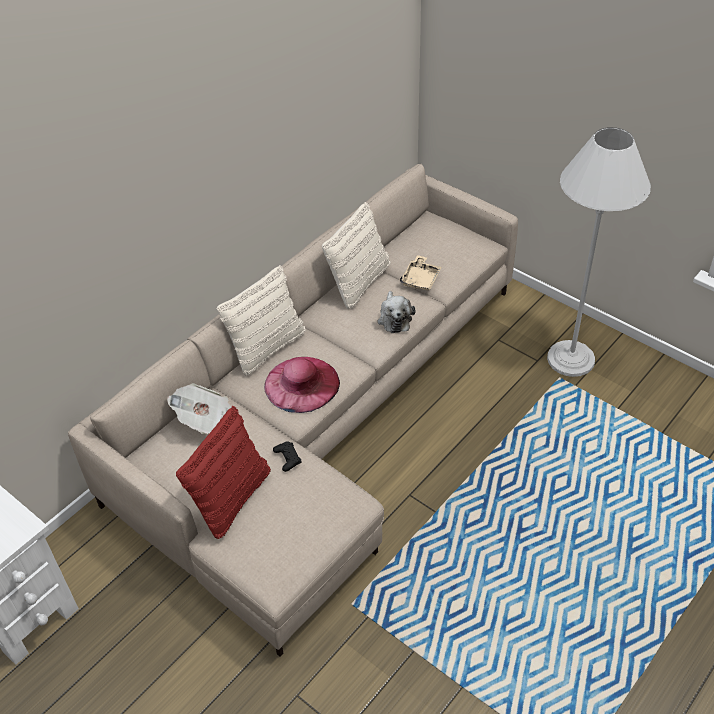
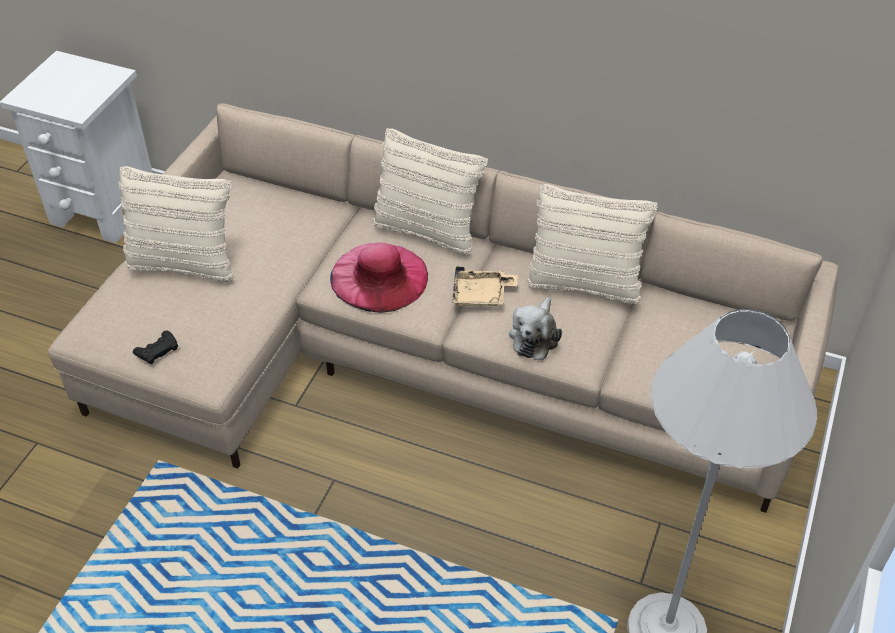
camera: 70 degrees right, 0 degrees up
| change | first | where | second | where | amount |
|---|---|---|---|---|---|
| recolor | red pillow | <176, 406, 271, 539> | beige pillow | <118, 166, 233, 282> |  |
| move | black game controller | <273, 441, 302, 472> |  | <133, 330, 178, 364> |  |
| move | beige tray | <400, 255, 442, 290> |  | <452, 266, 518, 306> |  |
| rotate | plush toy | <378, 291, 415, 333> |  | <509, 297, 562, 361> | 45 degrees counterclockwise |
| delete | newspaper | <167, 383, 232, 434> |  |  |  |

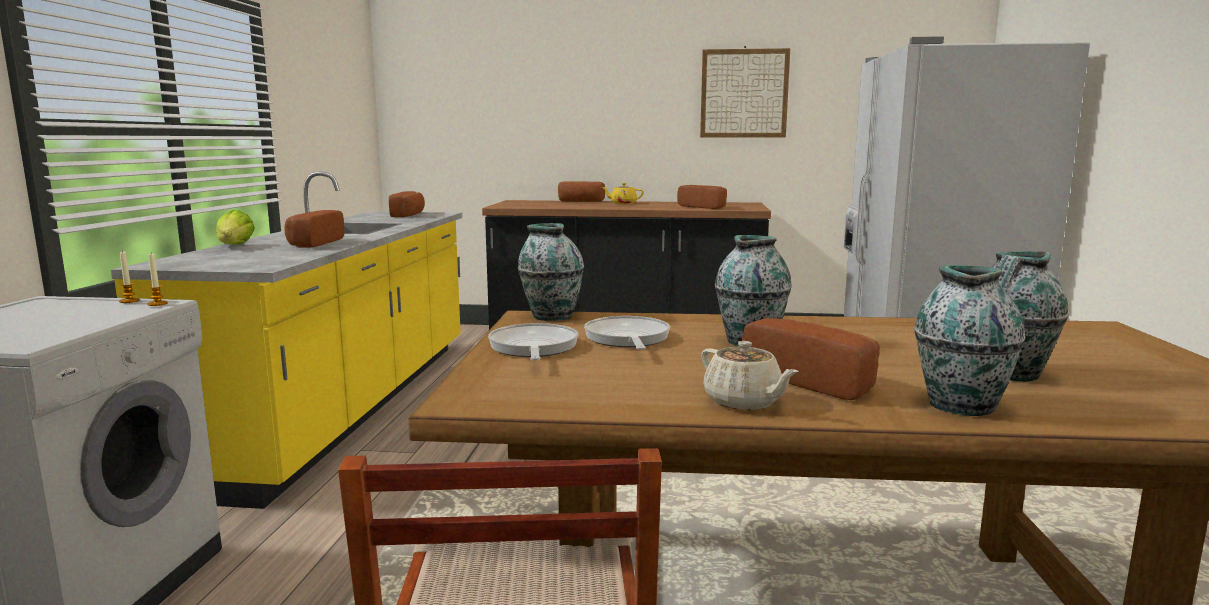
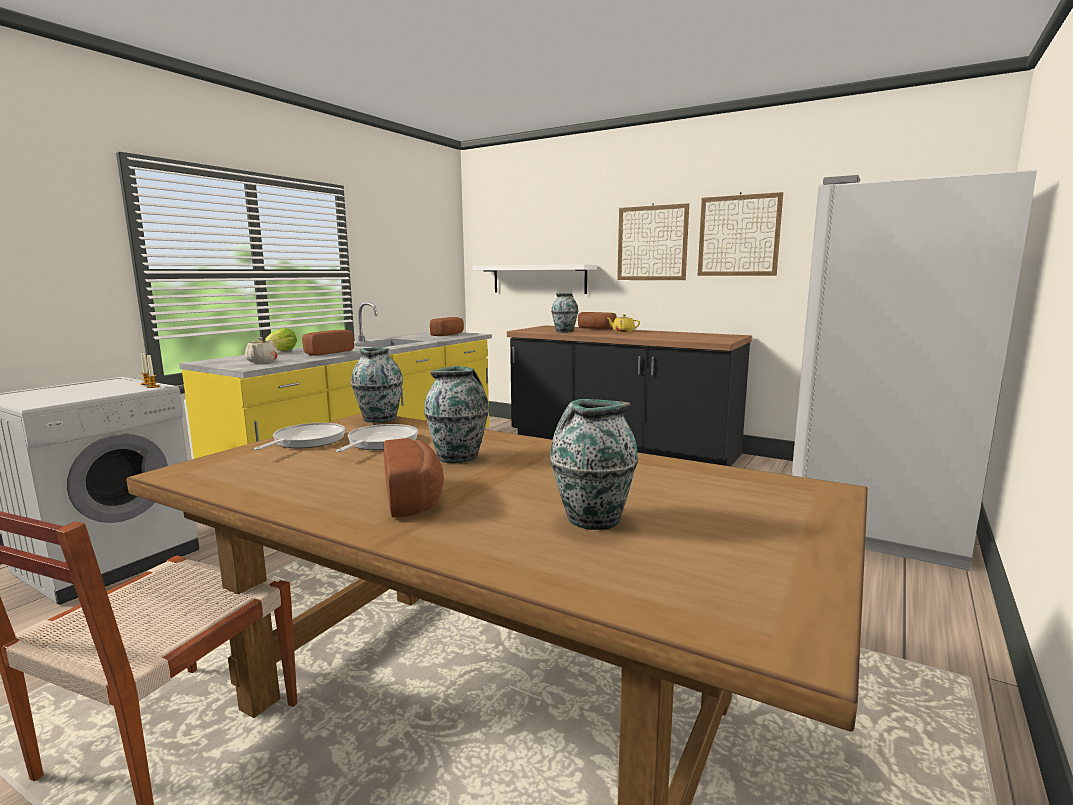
camera: 25 degrees right, 0 degrees up
| change | first | where | second | where | amount |
|---|---|---|---|---|---|
| move | beige teapot | <701, 341, 798, 410> |  | <245, 337, 278, 363> |  |
| insert |  |  | white shelf | <472, 264, 597, 294> |  |
| move | vase | <914, 265, 1025, 416> |  | <551, 293, 578, 333> |  |
| insert |  |  | picture | <617, 203, 689, 280> |  |
| delete | bread | <677, 185, 727, 209> |  |  |  |

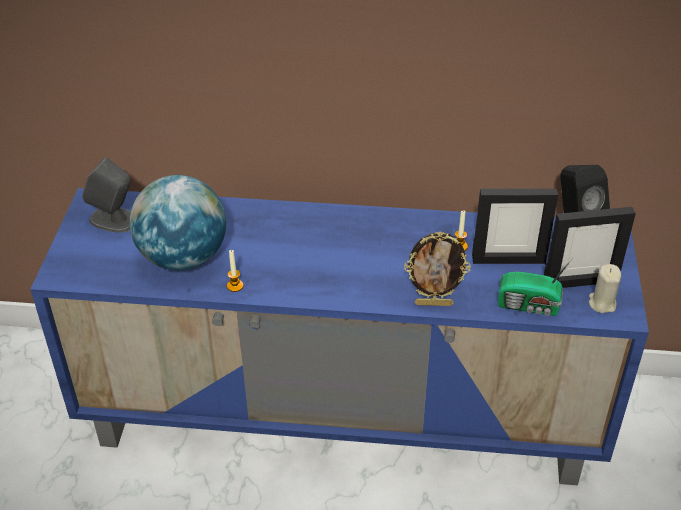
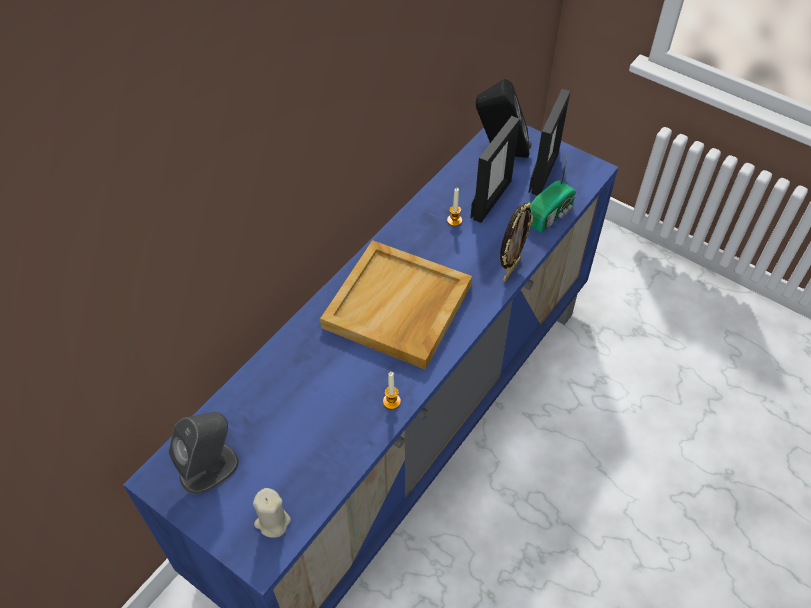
camera: 60 degrees left, 10 degrees up
| change | first | where | second | where | amount |
|---|---|---|---|---|---|
| move | beige candle | <589, 264, 622, 313> |  | <253, 488, 291, 538> |  |
| insert |  |  | beige tray | <320, 240, 472, 369> |  |
| delete | globe | <129, 175, 226, 271> |  |  |  |

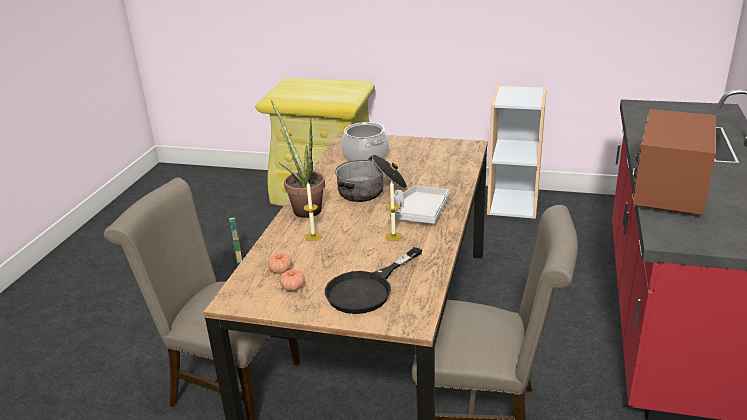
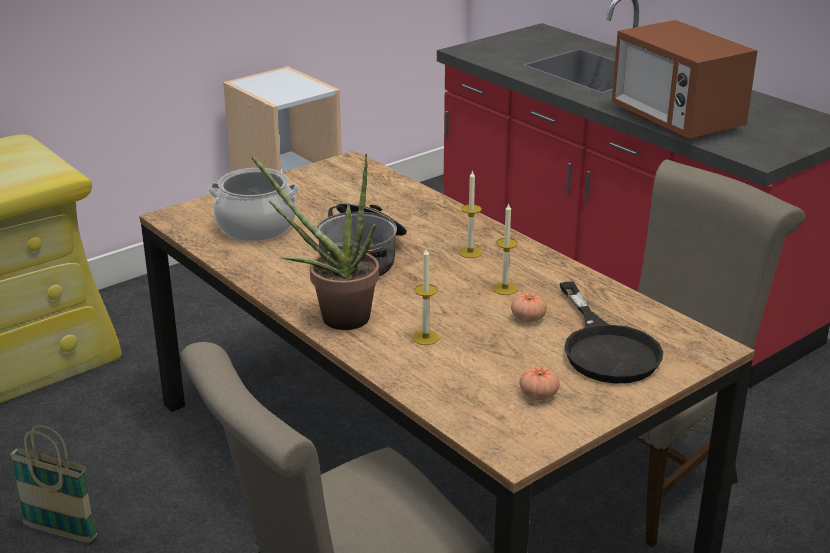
camera: 55 degrees left, 0 degrees up
| change | first | where | second | where | amount |
|---|---|---|---|---|---|
| replace | grey tray | <390, 186, 450, 224> | candle | <459, 170, 482, 258> |  |
| move | tomato | <268, 253, 292, 274> |  | <511, 293, 547, 322> |  |

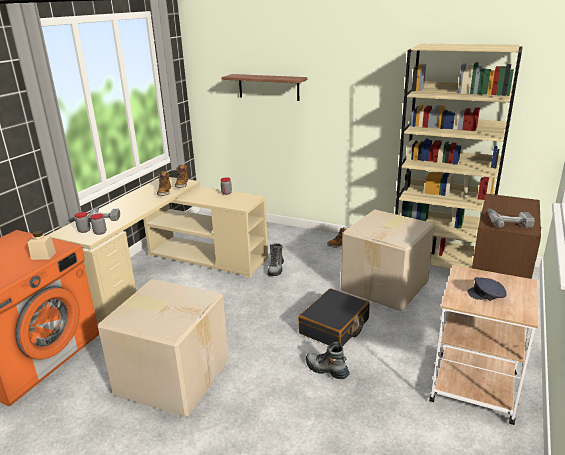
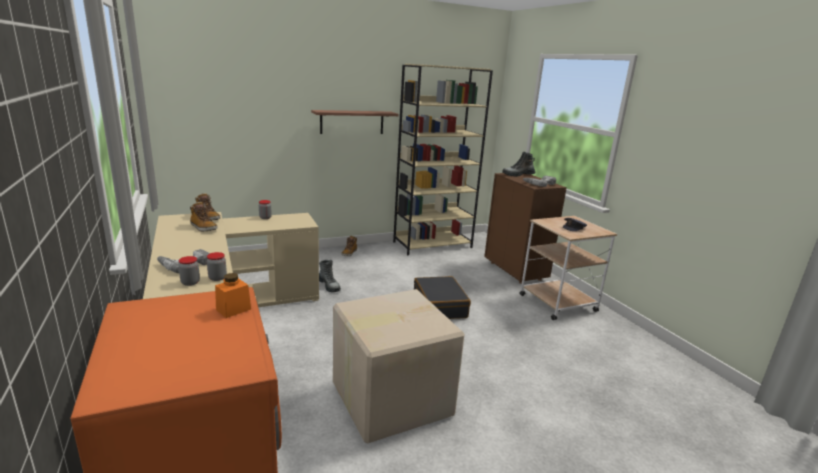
camera: 50 degrees left, 5 degrees down
| change | first | where | second | where | amount |
|---|---|---|---|---|---|
| recolor | beige jar | <28, 231, 56, 260> | orange jar | <215, 273, 251, 318> |  |
| move | shelf | <221, 74, 307, 101> |  | <311, 110, 399, 134> |  |
| move | boot | <306, 342, 350, 379> |  | <502, 151, 536, 177> |  |
| delete | cardboard box | <341, 209, 435, 311> |  |  |  |

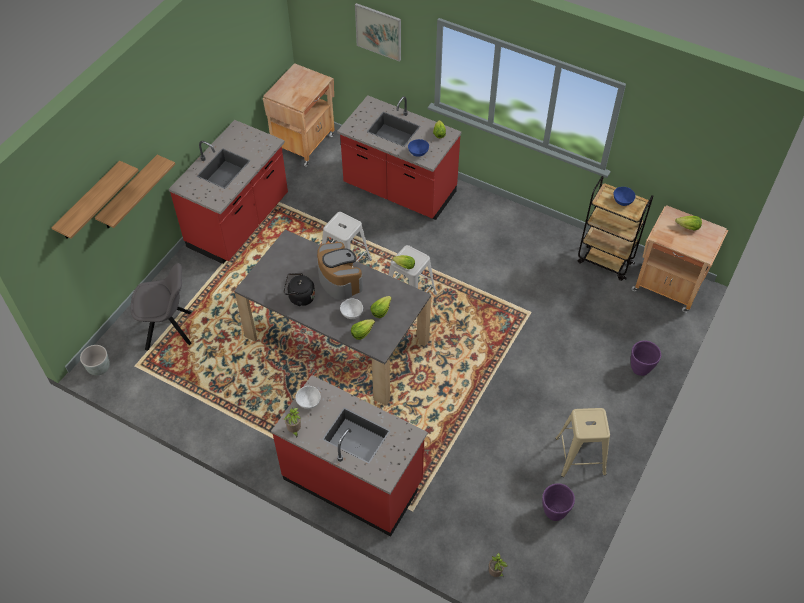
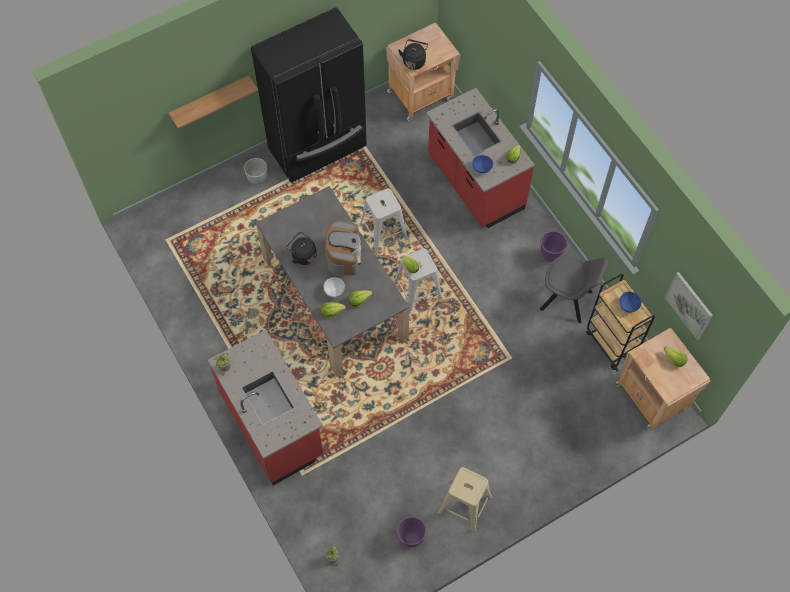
camera: 30 degrees right, 10 degrees up
| change | first | where | second | where | amount |
|---|---|---|---|---|---|
| move | grey planter | <80, 345, 110, 376> |  | <244, 158, 267, 185> |  |
| replace | red counter | <169, 120, 288, 264> | black fridge | <251, 7, 367, 182> |  |
| insert |  |  | black kettle | <398, 39, 428, 70> |  |
| move | grey chair | <131, 263, 192, 351> |  | <540, 255, 608, 323> |  |
| move | purple planter | <631, 340, 661, 376> |  | <541, 231, 567, 262> |  |
| move | picture | <355, 3, 401, 62> |  | <665, 272, 713, 340> |  |
| delete | shelf | <51, 161, 139, 239> |  |  |  |
| delete | white bowl | <295, 386, 321, 409> |  |  |  |

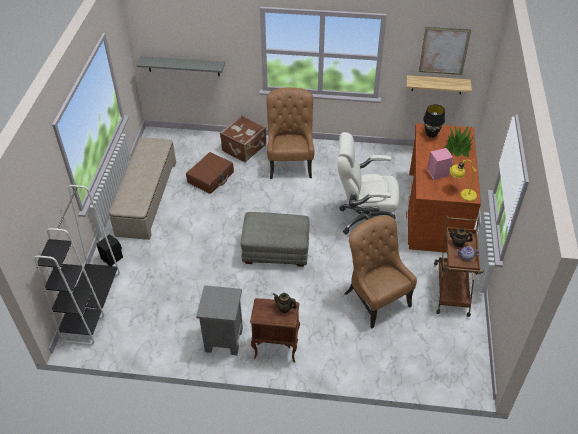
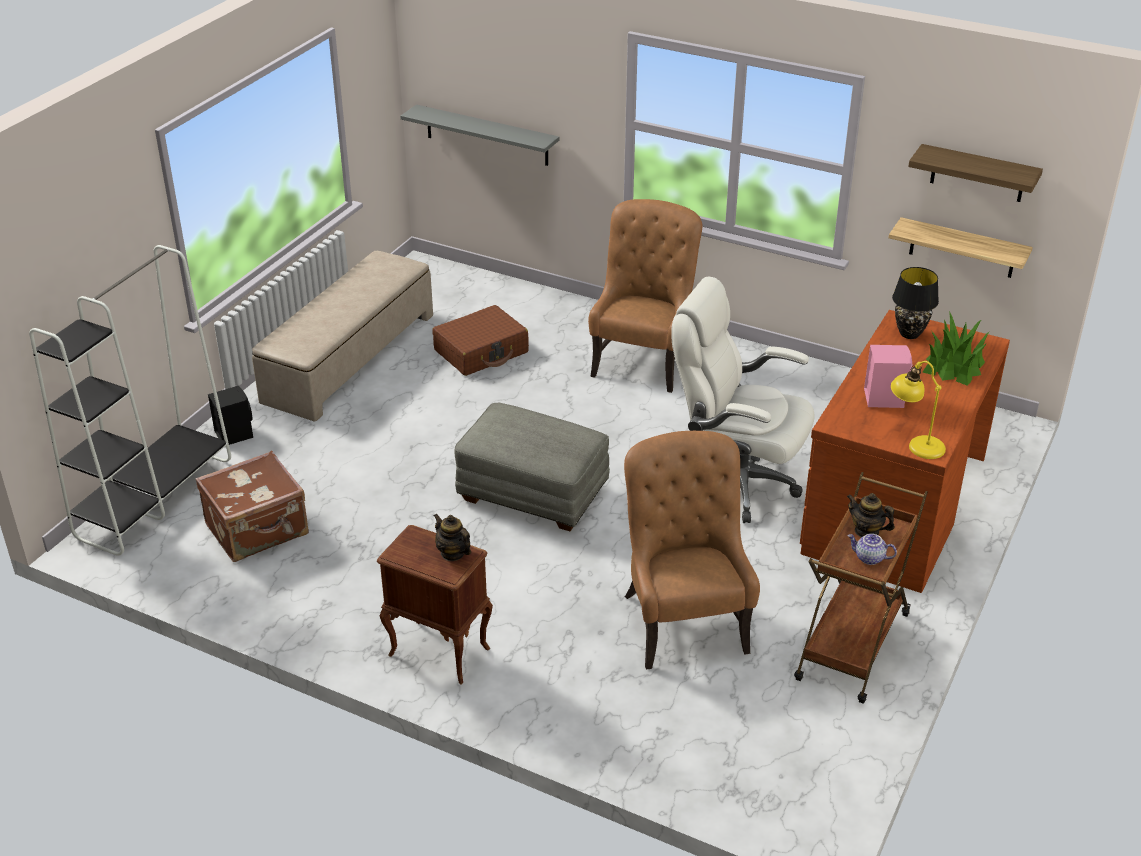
camera: 20 degrees right, 10 degrees down
| change | first | where | second | where | amount |
|---|---|---|---|---|---|
| move | brown suitcase | <220, 115, 267, 162> |  | <195, 451, 309, 562> |  |
| replace | picture | <419, 27, 471, 75> | shelf | <908, 144, 1043, 202> |  |
| delete | grey nightstand | <196, 285, 243, 355> |  |  |  |

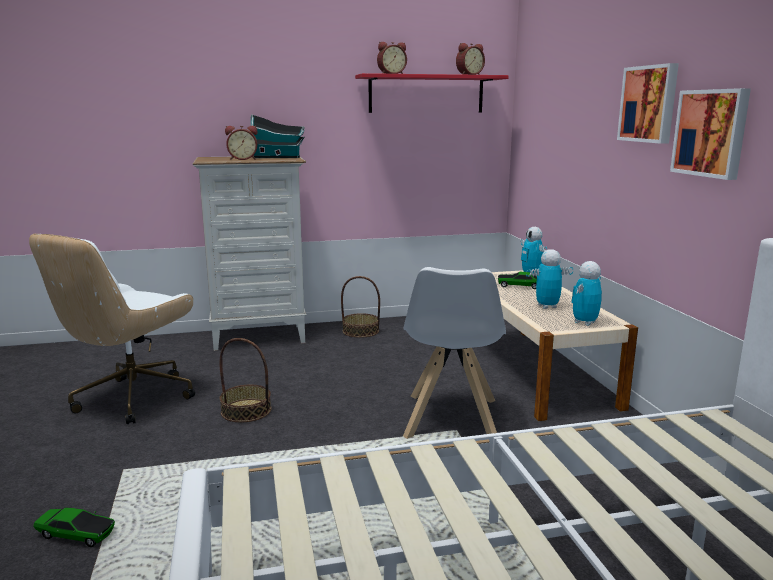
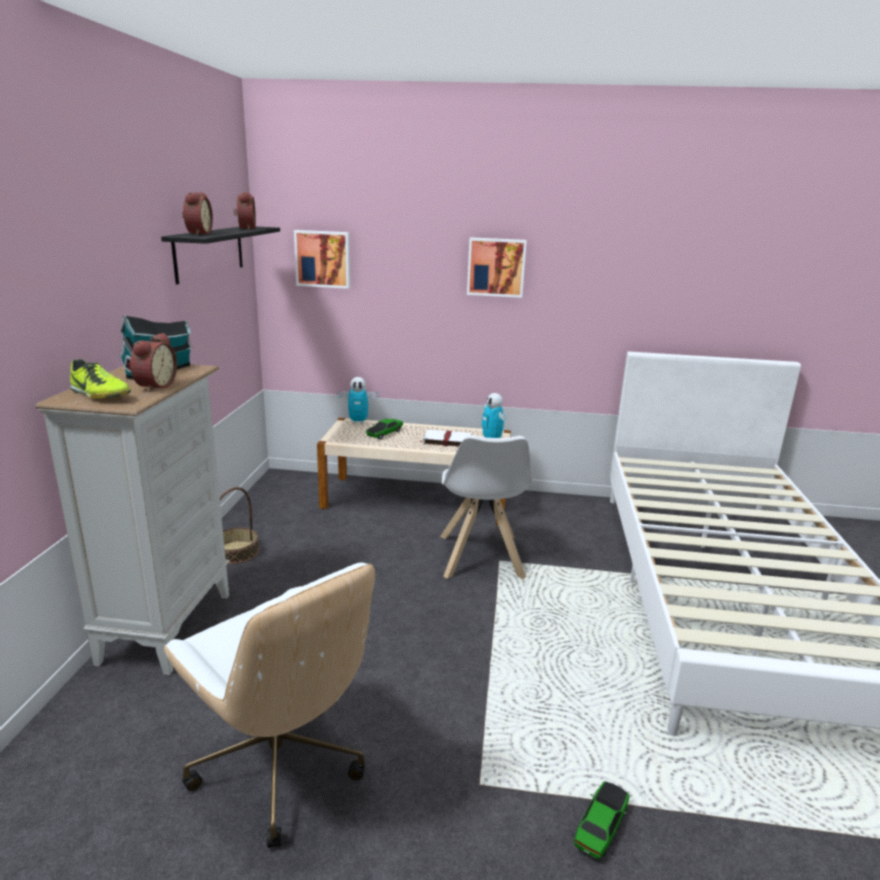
camera: 70 degrees left, 5 degrees up
| change | first | where | second | where | amount |
|---|---|---|---|---|---|
| insert |  |  | shoe | <70, 359, 131, 399> |  |
| recolor | red shelf | <355, 73, 509, 113> | black shelf | <161, 227, 280, 284> |  |
| move | picture | <670, 88, 751, 180> |  | <294, 230, 350, 289> |  |
| replace | toy robot | <526, 249, 573, 309> | white book | <420, 430, 472, 446> |  |
| rotate | chair | <403, 267, 506, 439> |  | <440, 435, 532, 579> | 60 degrees clockwise |
| delete | basket | <220, 338, 271, 422> |  |  |  |

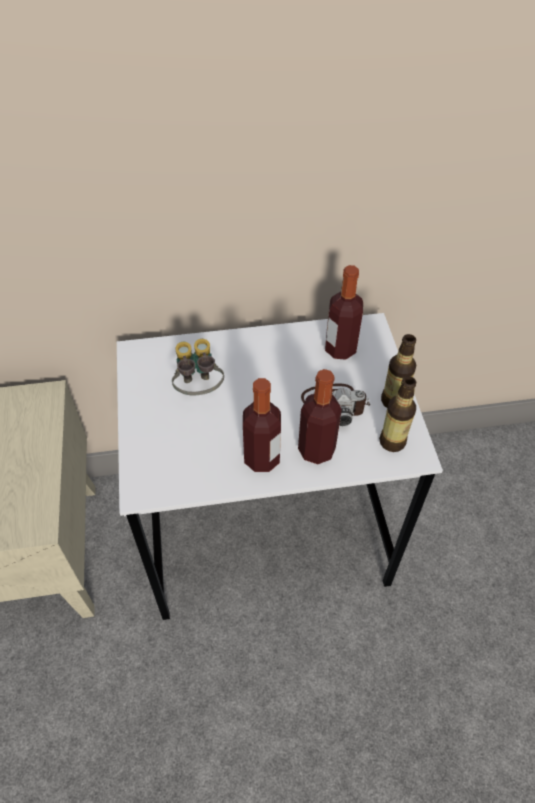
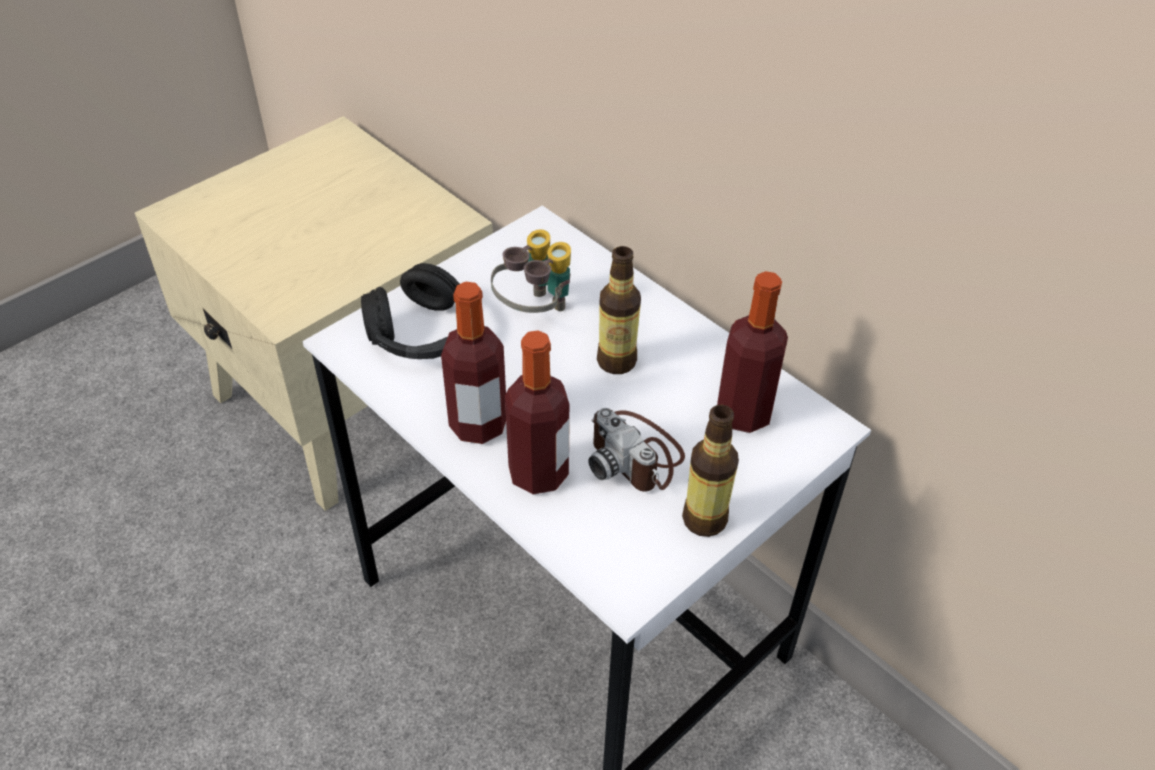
camera: 55 degrees right, 5 degrees down
| change | first | where | second | where | amount |
|---|---|---|---|---|---|
| insert |  |  | black headphones | <361, 263, 460, 359> |  |
| move | bottle | <379, 376, 416, 452> |  | <597, 246, 641, 374> |  |

